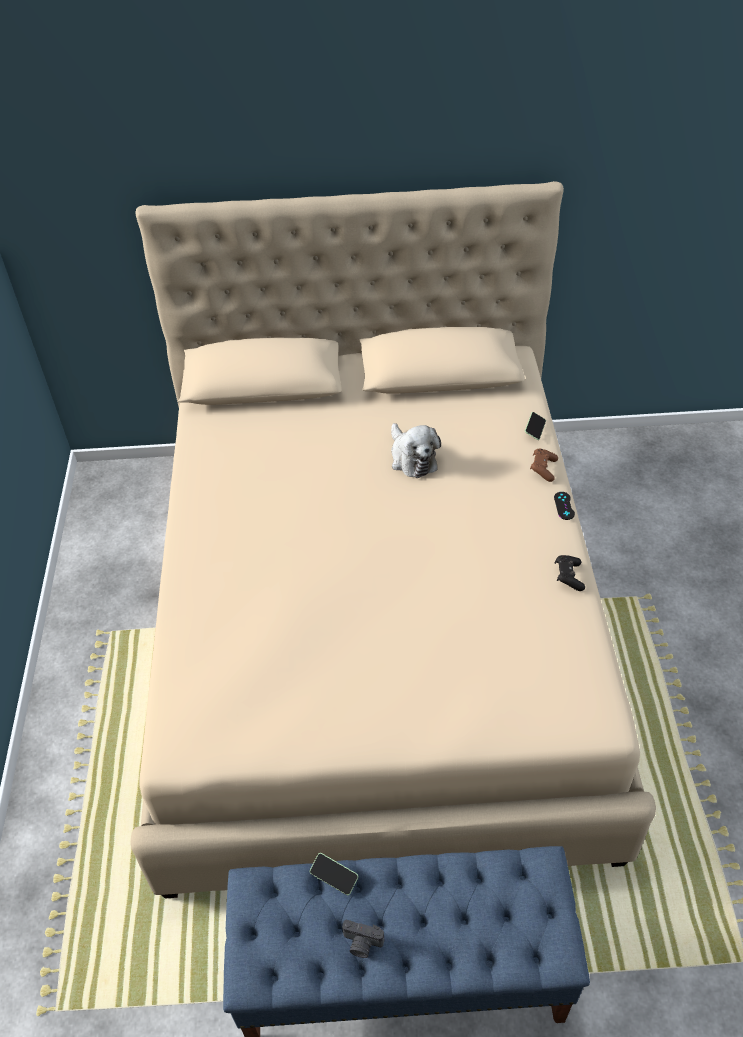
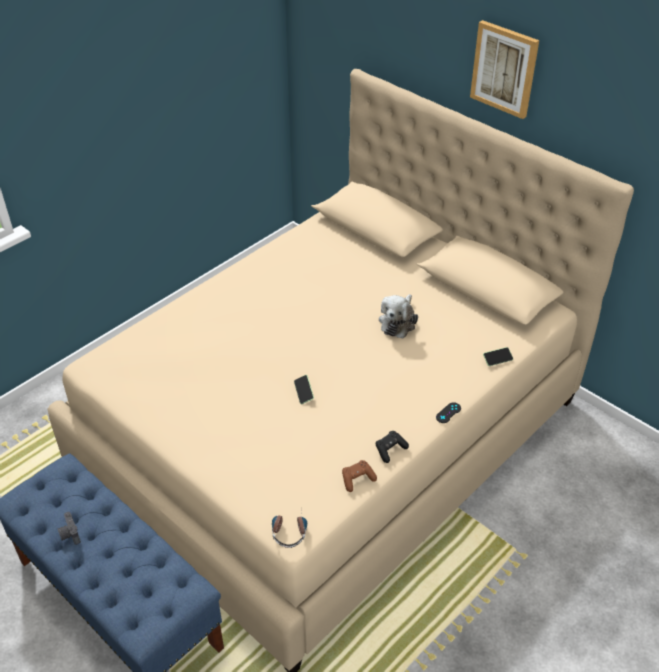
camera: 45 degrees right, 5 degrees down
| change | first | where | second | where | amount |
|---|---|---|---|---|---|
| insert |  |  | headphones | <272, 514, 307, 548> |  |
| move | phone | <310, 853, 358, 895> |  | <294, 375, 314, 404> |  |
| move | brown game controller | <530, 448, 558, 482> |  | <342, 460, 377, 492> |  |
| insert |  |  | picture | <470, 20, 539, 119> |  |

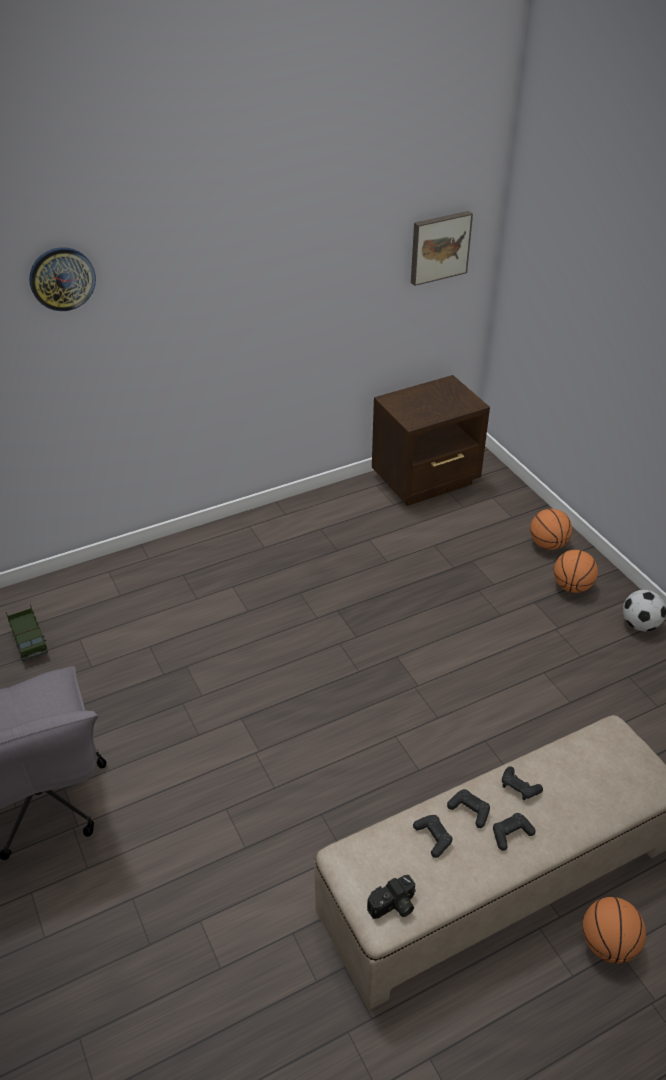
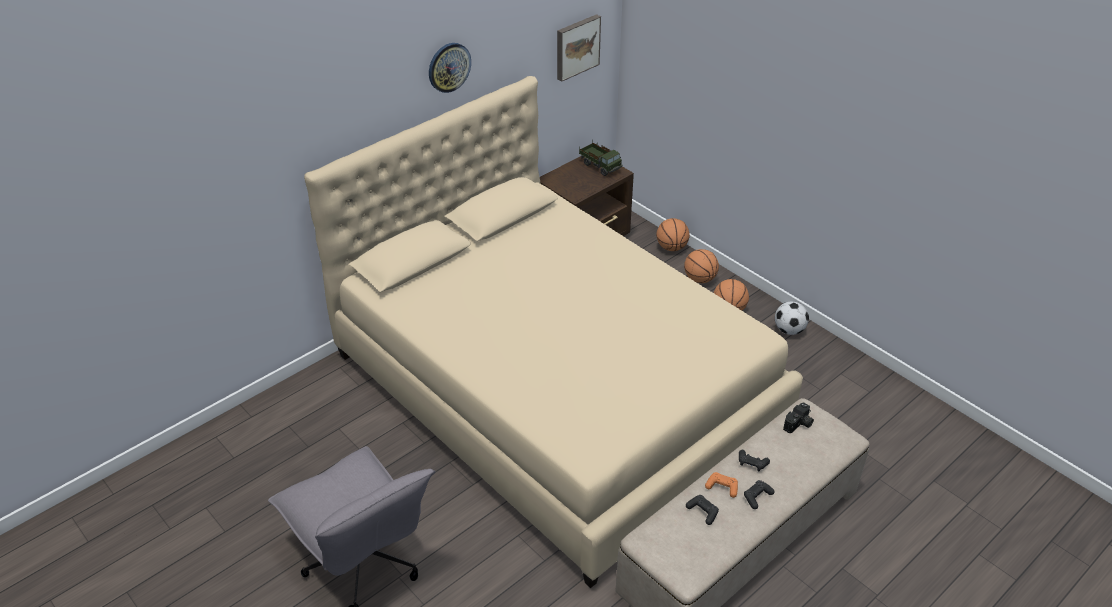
camera: 15 degrees left, 0 degrees up
| change | first | where | second | where | amount |
|---|---|---|---|---|---|
| insert |  |  | beige bed | <304, 76, 803, 588> |  |
| move | wall clock | <29, 247, 96, 311> |  | <429, 43, 471, 93> |  |
| move | toy truck | <6, 604, 48, 661> |  | <579, 140, 623, 176> |  |
| move | basketball | <583, 897, 646, 963> |  | <656, 218, 690, 251> |  |
| recolor | black game controller | <447, 789, 490, 828> | orange game controller | <705, 472, 738, 498> |  |
| move | photo camera | <367, 875, 416, 919> |  | <783, 402, 814, 433> |  |

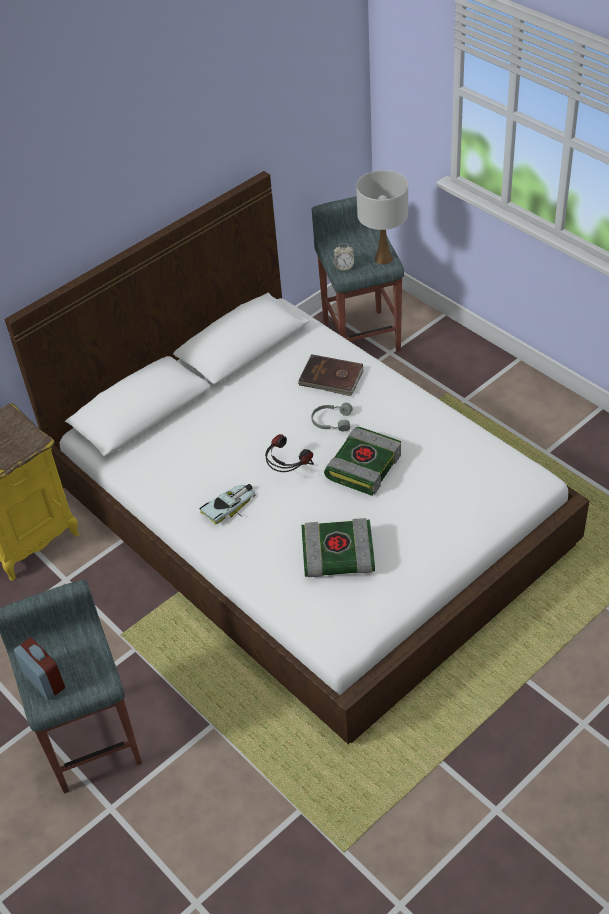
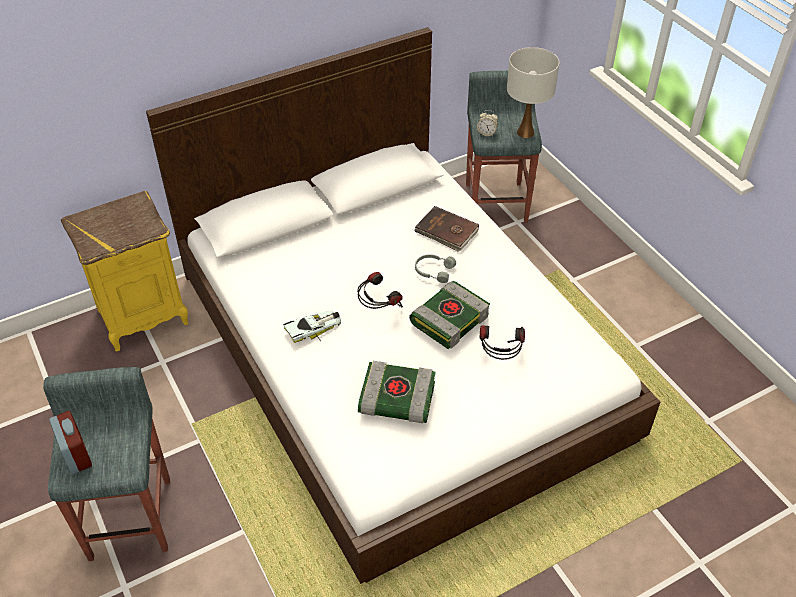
camera: 10 degrees right, 0 degrees up
| change | first | where | second | where | amount |
|---|---|---|---|---|---|
| insert |  |  | headphones | <480, 326, 525, 360> |  |

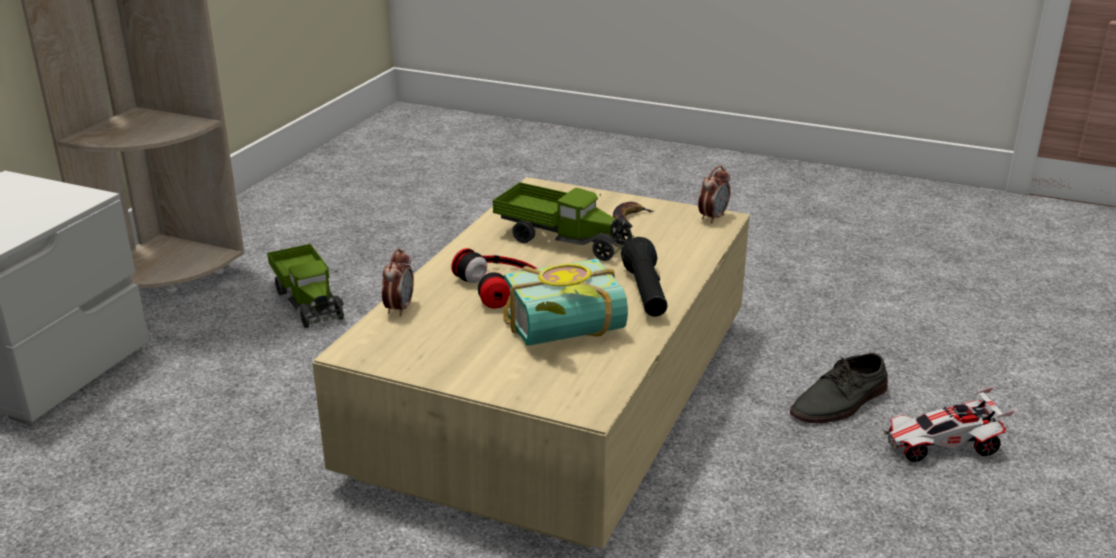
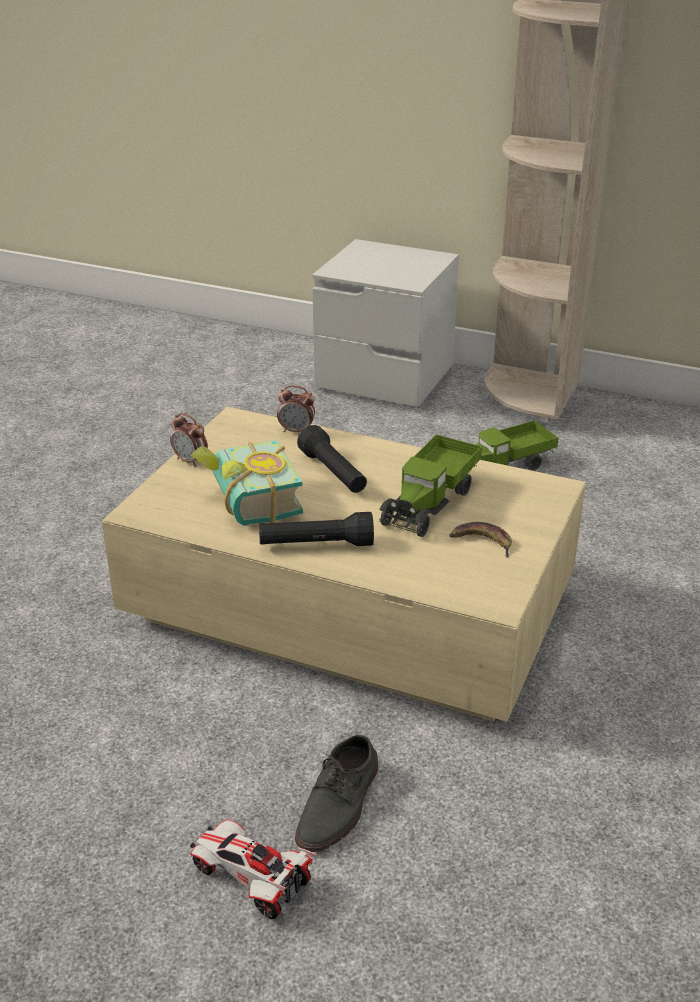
camera: 90 degrees right, 5 degrees up
| change | first | where | second | where | amount |
|---|---|---|---|---|---|
| move | alarm clock | <698, 166, 730, 223> |  | <170, 413, 208, 467> |  |
| rotate | toy car | <884, 387, 1015, 462> |  | <190, 819, 317, 919> | 45 degrees counterclockwise |
| rotate | grey shoe | <790, 353, 888, 423> |  | <295, 735, 378, 852> | 120 degrees counterclockwise |
| replace | headphones | <451, 248, 537, 309> | black flashlight | <297, 425, 367, 493> |  |

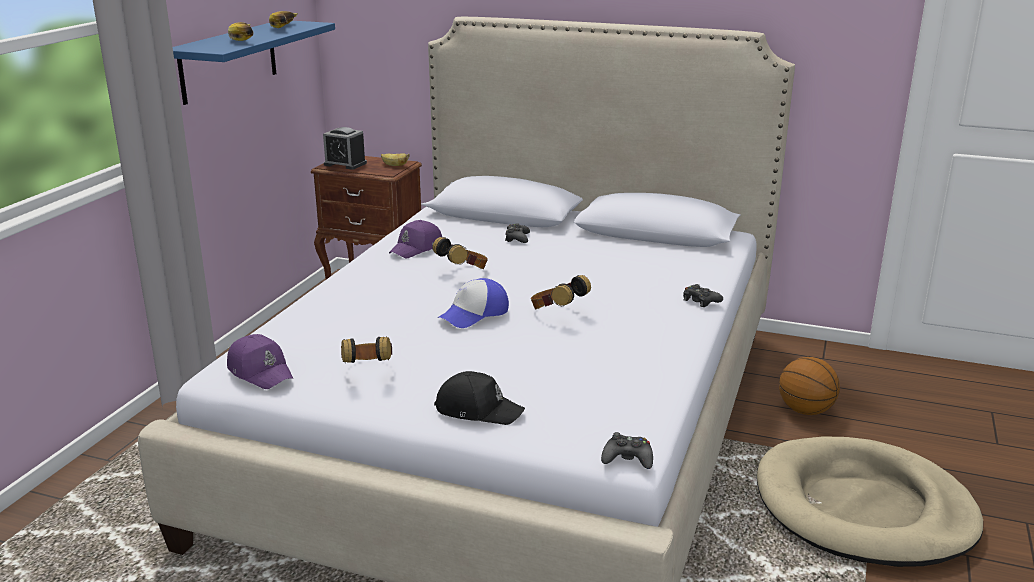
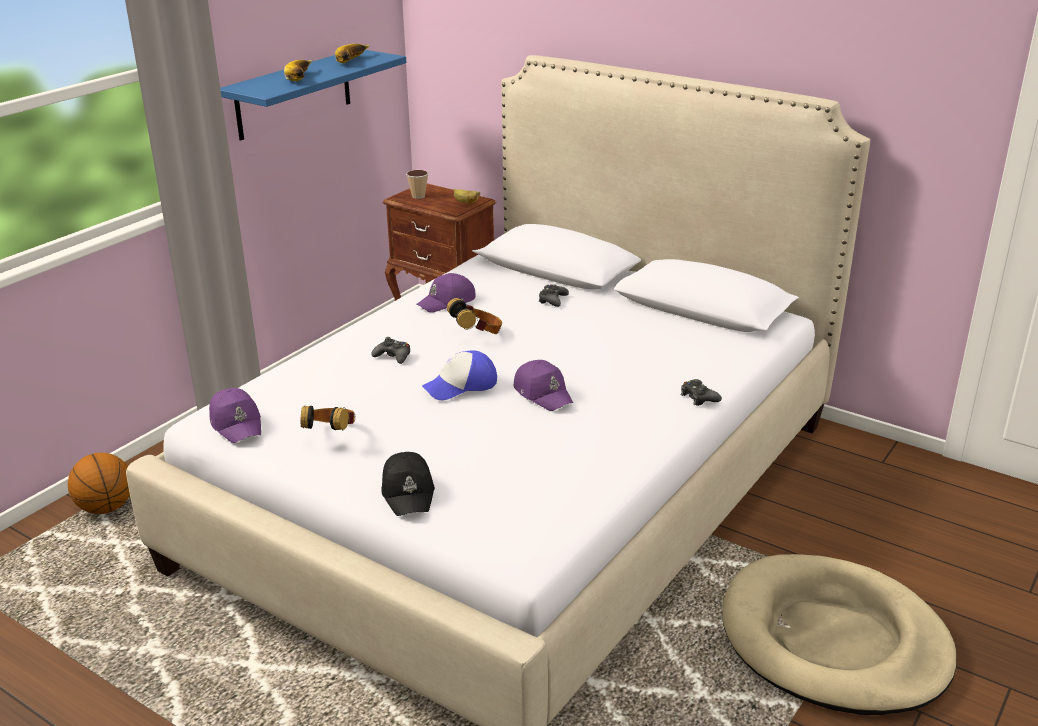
camera: 15 degrees right, 5 degrees up
| change | first | where | second | where | amount |
|---|---|---|---|---|---|
| move | basketball | <779, 357, 840, 415> |  | <68, 453, 130, 514> |  |
| move | black game controller | <601, 432, 653, 469> |  | <371, 337, 410, 364> |  |
| rotate | black cap | <434, 371, 525, 425> |  | <381, 452, 435, 516> | 45 degrees clockwise |
| replace | alarm clock | <323, 127, 367, 170> | cup | <406, 170, 428, 199> |  |
| replace | headphones | <531, 275, 591, 309> | purple cap | <514, 360, 573, 411> |  |

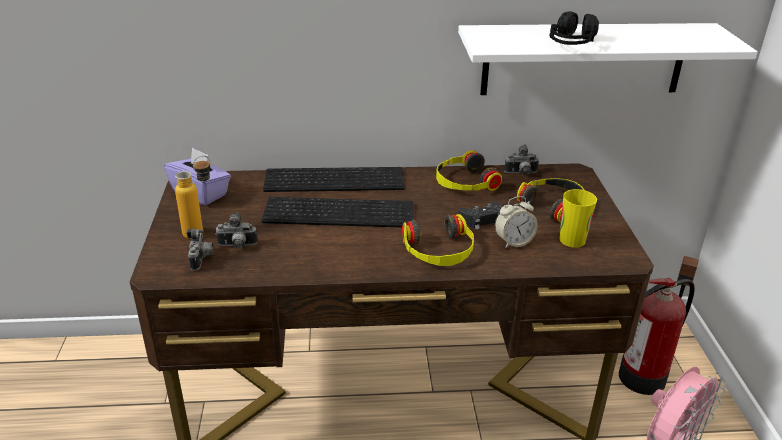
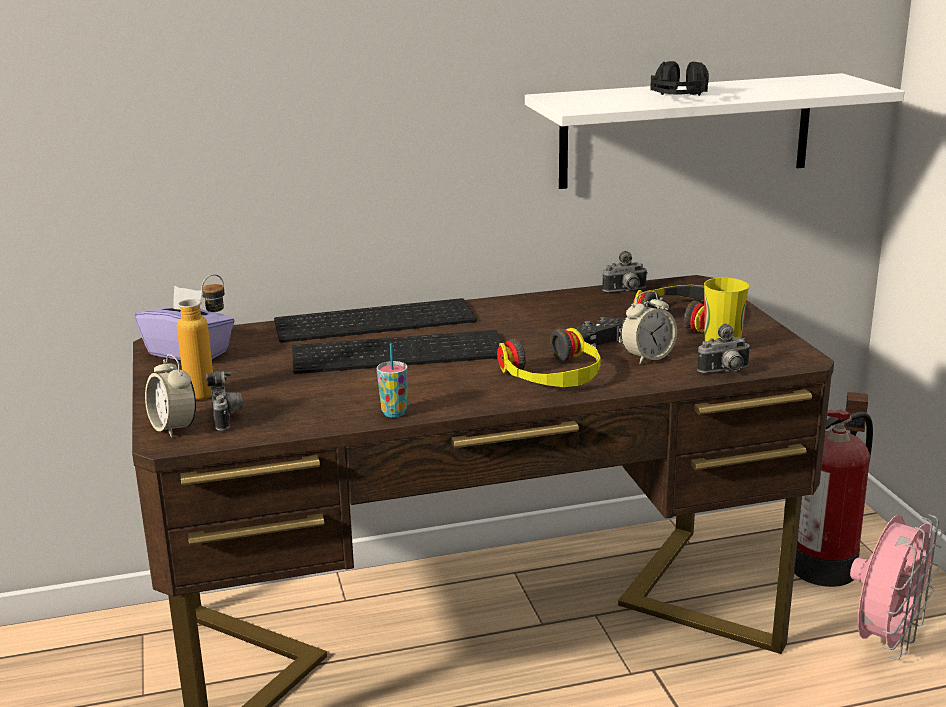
camera: 10 degrees left, 10 degrees down
| change | first | where | second | where | amount |
|---|---|---|---|---|---|
| insert |  |  | alarm clock | <145, 354, 196, 438> |  |
| insert |  |  | cup | <377, 343, 408, 418> |  |
| move | photo camera | <215, 212, 258, 248> |  | <697, 323, 751, 373> |  |
| delete | headphones | <436, 150, 502, 191> |  |  |  |

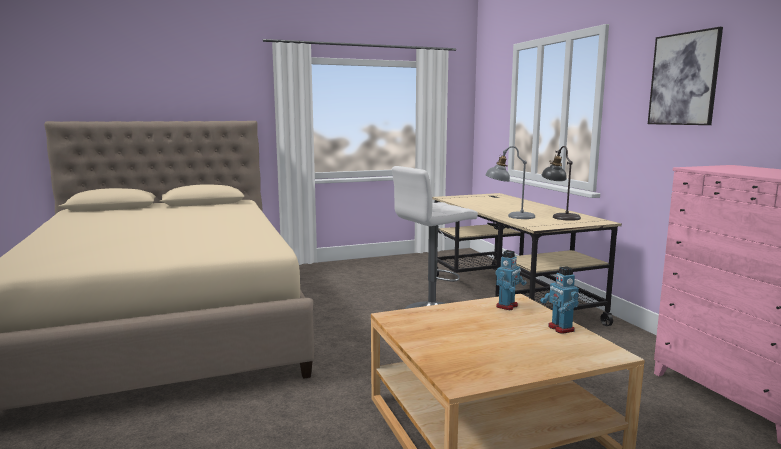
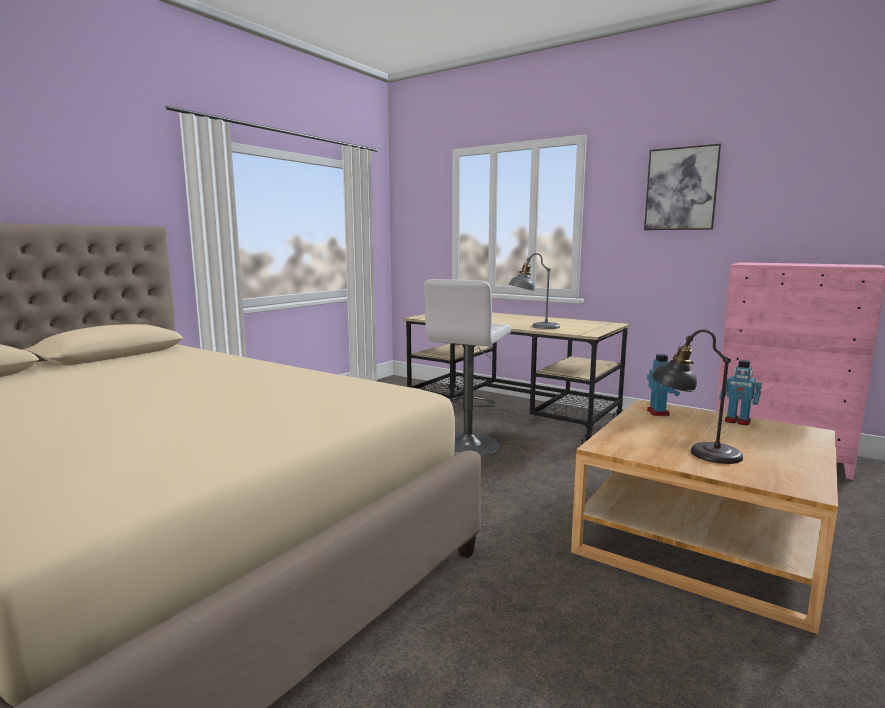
camera: 35 degrees left, 0 degrees up
| change | first | where | second | where | amount |
|---|---|---|---|---|---|
| move | grey table lamp | <542, 146, 581, 221> |  | <652, 329, 743, 464> |  |

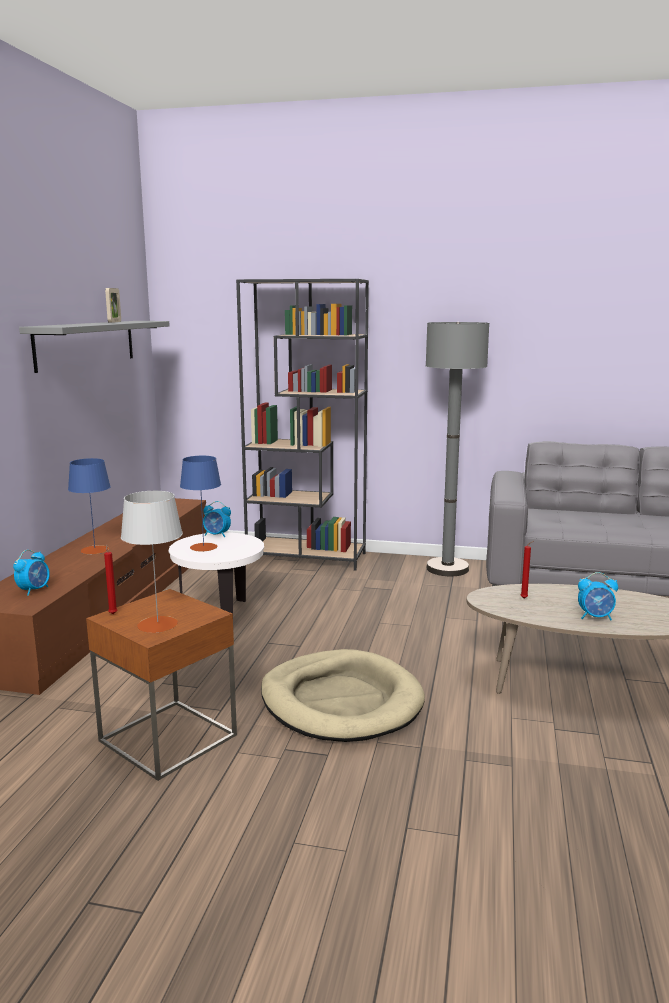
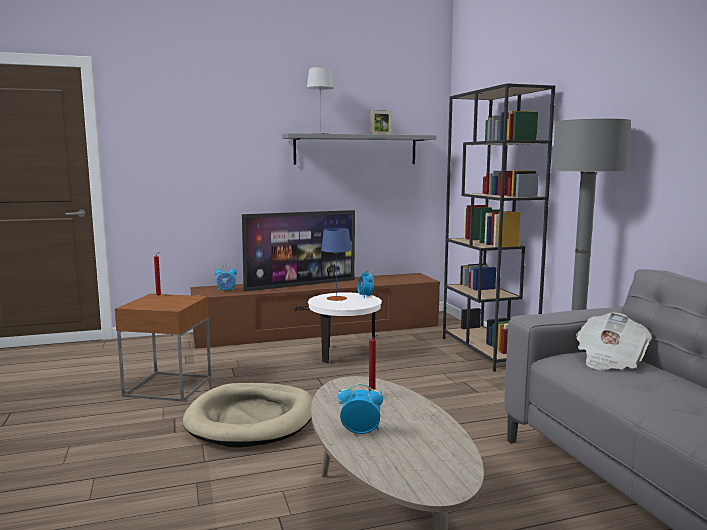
camera: 60 degrees right, 5 degrees down
| change | first | where | second | where | amount |
|---|---|---|---|---|---|
| replace | blue table lamp | <68, 458, 111, 554> | television | <242, 210, 355, 292> |  |
| move | grey table lamp | <121, 491, 183, 633> |  | <307, 67, 334, 134> |  |
| rotate | alarm clock | <578, 572, 618, 620> |  | <338, 383, 383, 434> | 120 degrees clockwise |
| insert |  |  | newspaper | <576, 312, 652, 370> |  |

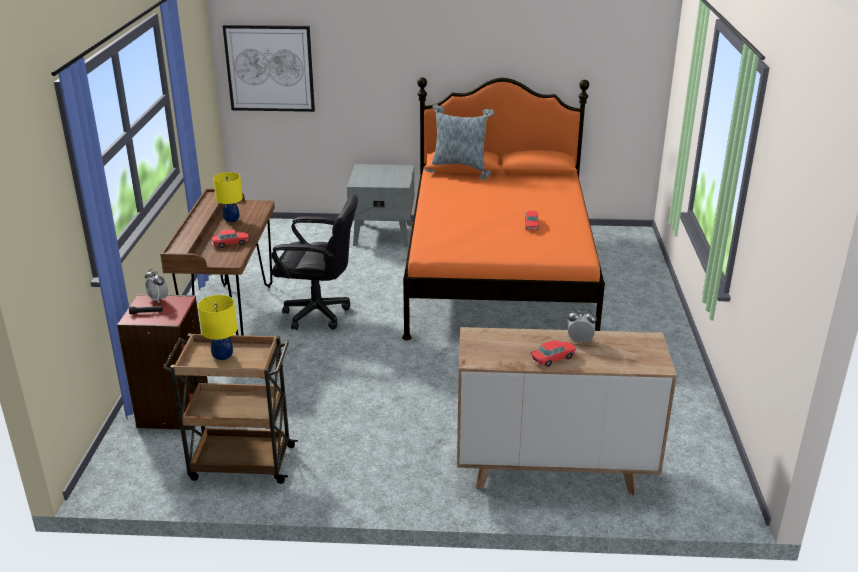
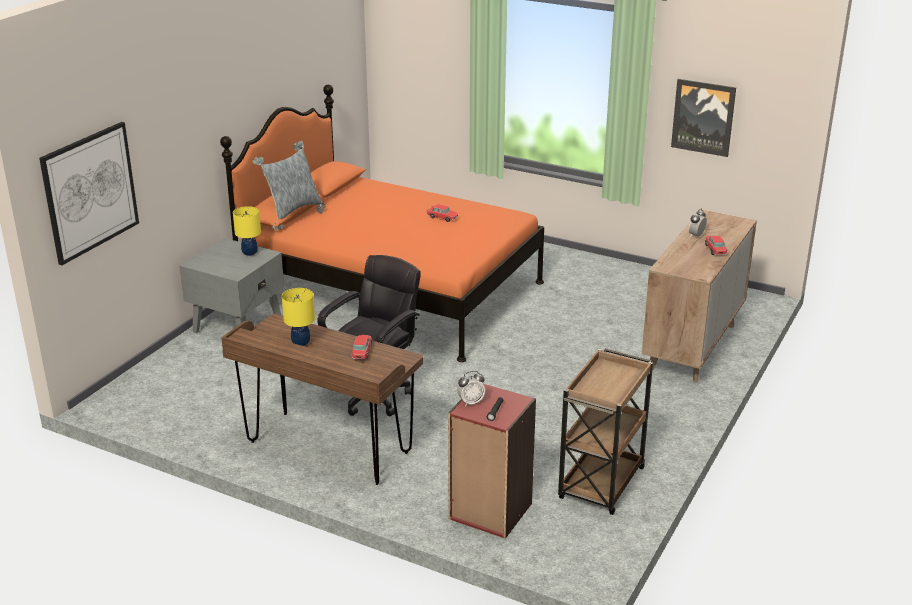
camera: 65 degrees left, 0 degrees up
| change | first | where | second | where | amount |
|---|---|---|---|---|---|
| move | yellow table lamp | <198, 295, 237, 360> |  | <233, 206, 261, 256> |  |
| insert |  |  | picture | <671, 79, 736, 157> |  |

